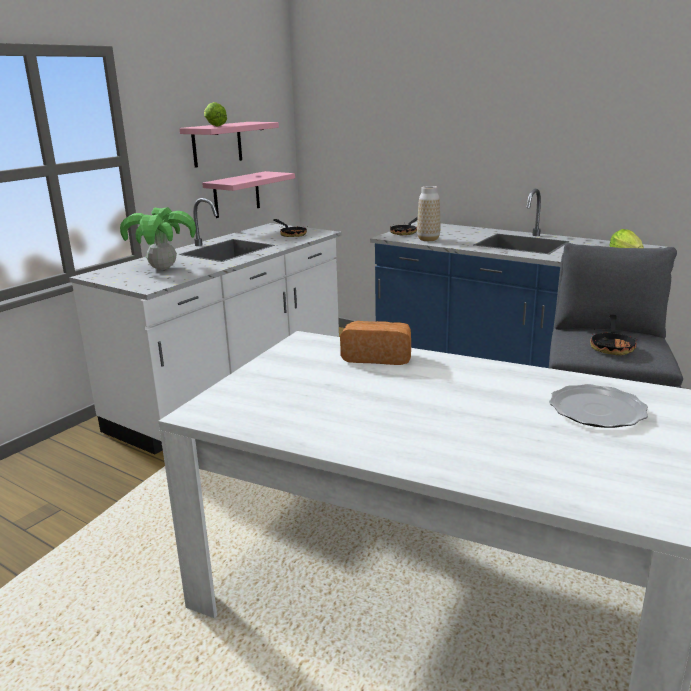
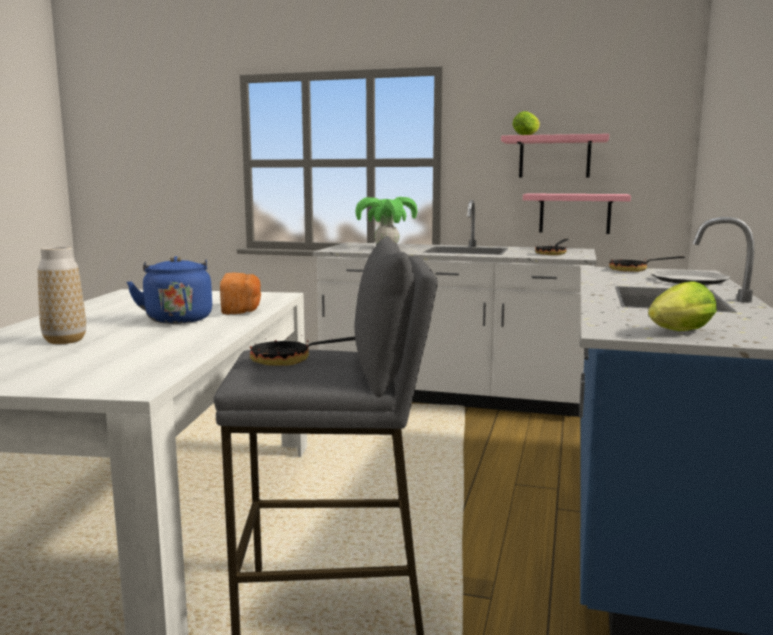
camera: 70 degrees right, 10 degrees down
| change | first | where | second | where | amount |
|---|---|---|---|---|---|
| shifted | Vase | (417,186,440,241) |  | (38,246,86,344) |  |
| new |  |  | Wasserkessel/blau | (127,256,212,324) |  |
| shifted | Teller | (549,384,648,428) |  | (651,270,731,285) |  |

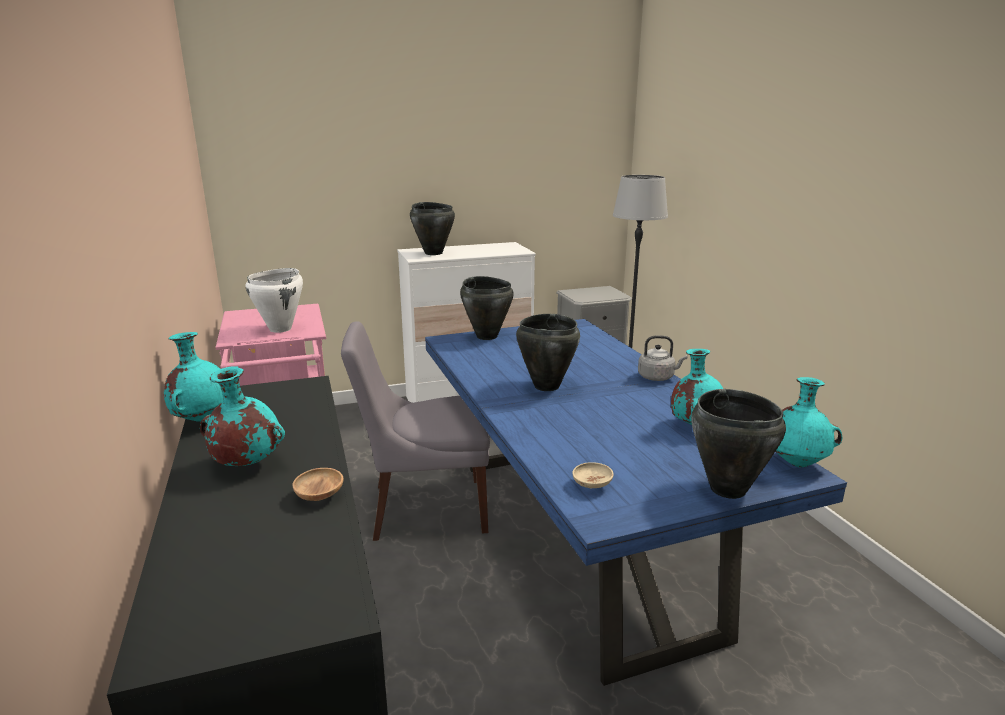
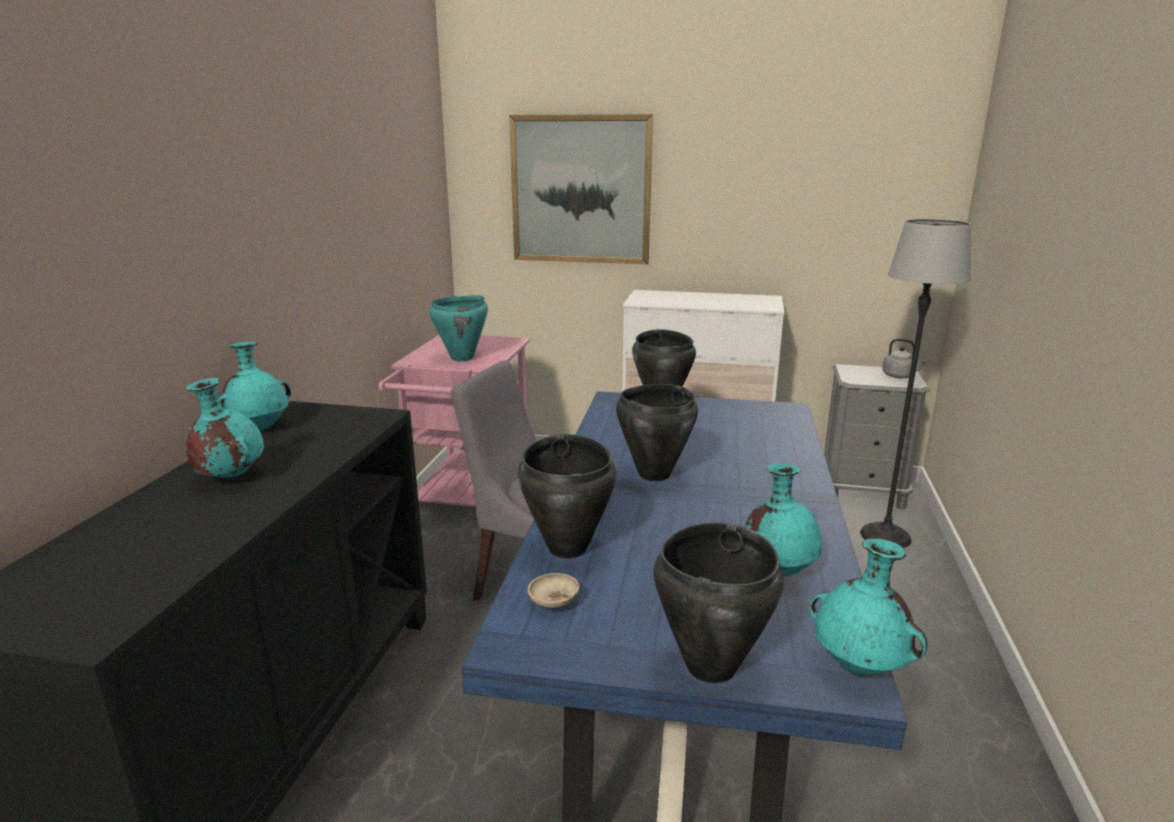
camera: 30 degrees right, 0 degrees up
| change | first | where | second | where | amount |
|---|---|---|---|---|---|
| repainted | Kochtopf/weiß | (246,268,303,333) | Kochtopf/türkis | (429,295,488,361) |  |
| new |  |  | Bild | (509,114,653,264) |  |
| shifted | Kochtopf/schwarz | (410,202,455,255) |  | (518,434,617,559) |  |
| shifted | Wasserkessel/grau | (638,335,687,381) |  | (882,338,927,378) |  |
| gone | Schüssel/braun | (292,468,343,501) |  |  |  |

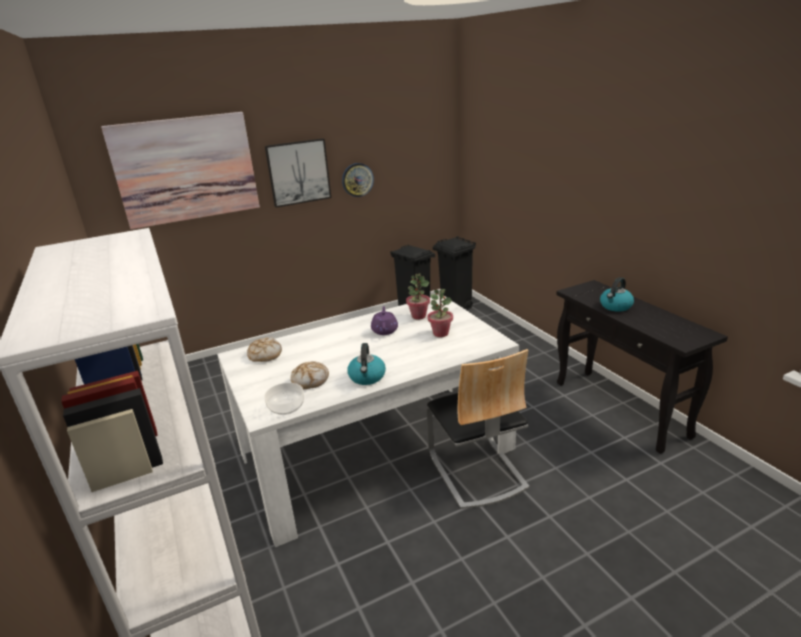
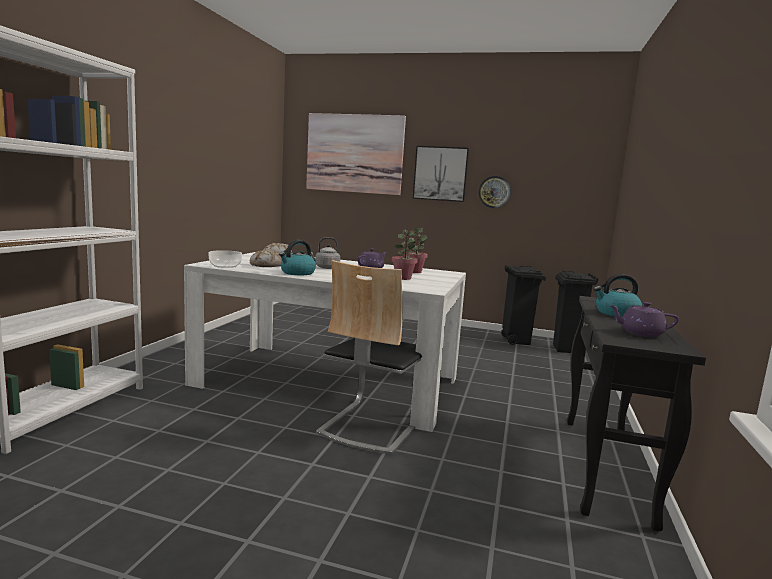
camera: 40 degrees right, 15 degrees down
| change | first | where | second | where | amount |
|---|---|---|---|---|---|
| new |  |  | Wasserkessel/grau | (311,237,340,269) |  |
| new |  |  | Teekanne/lila | (609,302,679,337) |  |

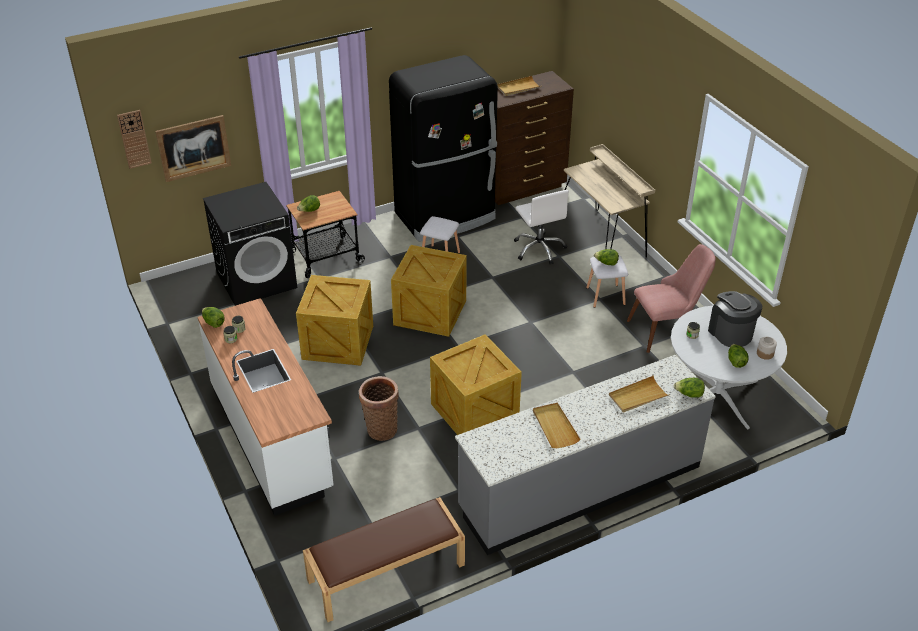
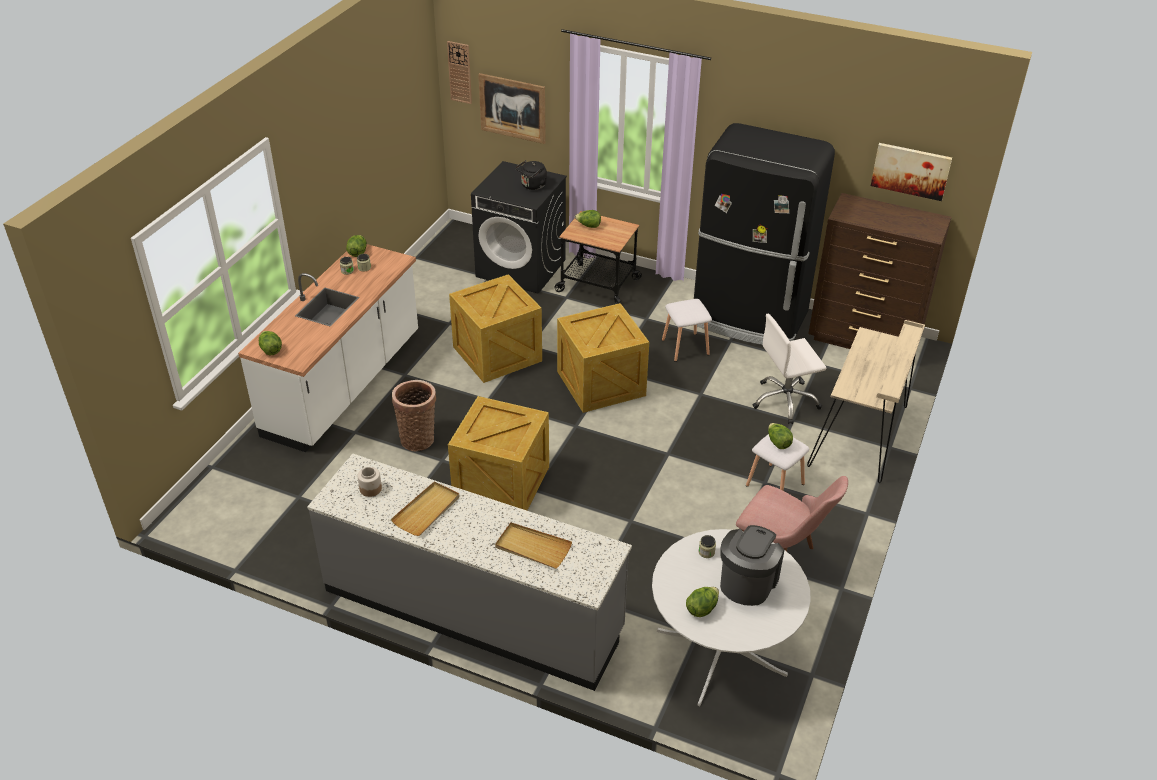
camera: 50 degrees right, 0 degrees up
| change | first | where | second | where | amount |
|---|---|---|---|---|---|
| shifted | Salatkopf | (673,378,705,398) |  | (259,331,282,355) |  |
| shifted | Vorratsglas | (757,337,777,360) |  | (358,467,382,497) |  |
| new |  |  | Wasserkessel/schwarz | (515,160,547,190) |  |
| rotated | Bürostuhl/weiß | (514,190,569,264) |  | (753,314,826,424) | 45 degrees clockwise |
| new |  |  | Bild | (871,143,952,201) |  |
| gone | Bank/braun | (303,497,465,622) |  |  |  |
| gone | Tablett/beige | (497,76,542,96) |  |  |  |

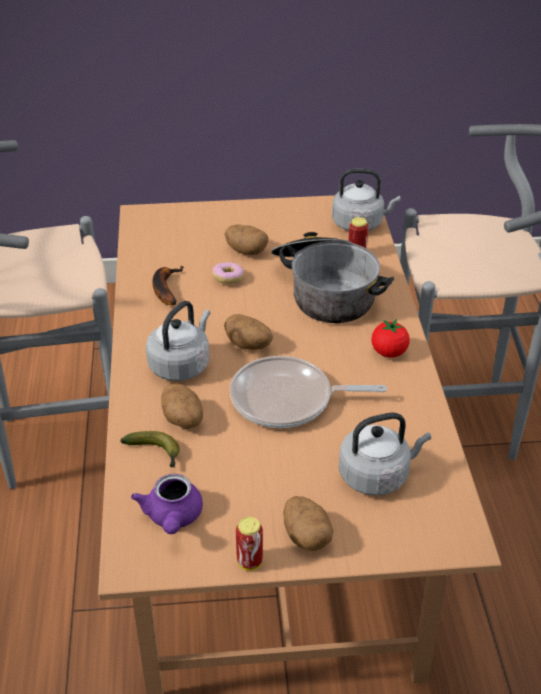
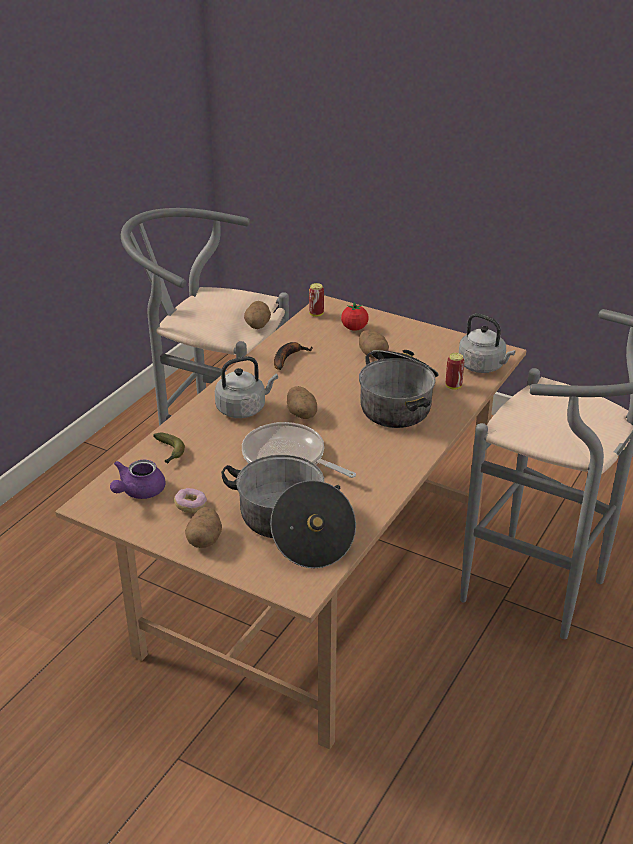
camera: 35 degrees right, 5 degrees down
| change | first | where | second | where | amount |
|---|---|---|---|---|---|
| shifted | Donut | (212,262,244,284) |  | (174,488,207,513) |  |
| swapped | Wasserkessel/grau | (339,412,431,496) | Kochtopf | (221,455,356,568) |  |
| shifted | Kartoffel | (161,383,203,429) |  | (244,301,271,329) |  |
| shifted | Dose | (236,517,263,571) |  | (309,283,324,317) |  |
| shifted | Tomate | (372,319,410,358) |  | (341,302,369,331) |  |

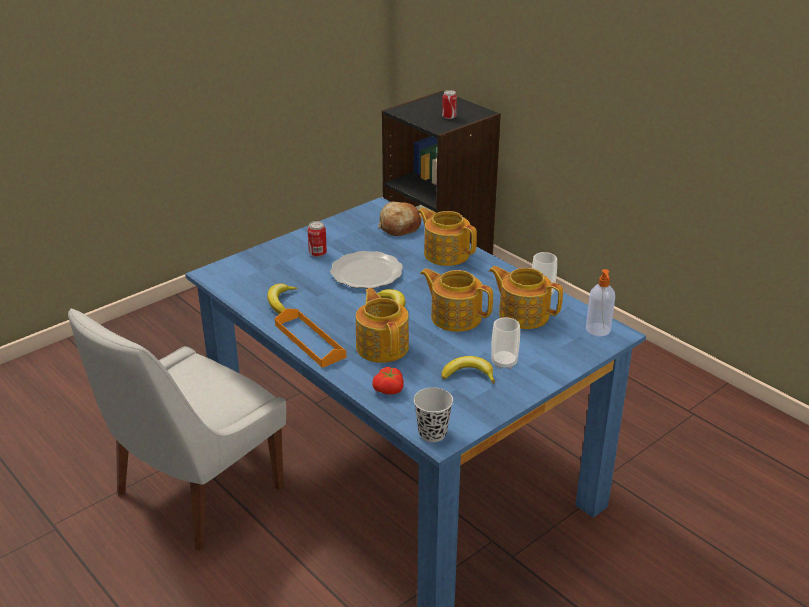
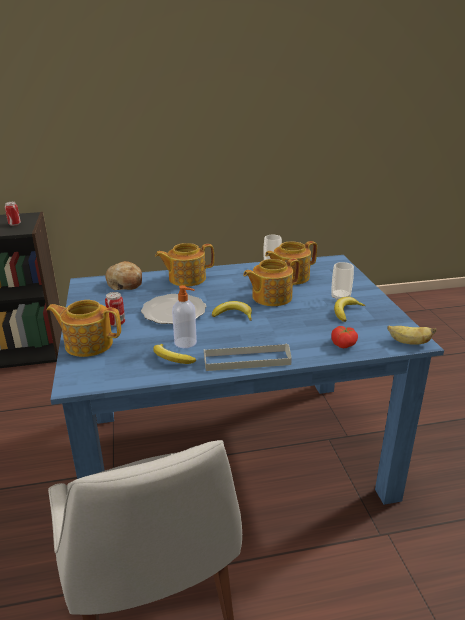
camera: 60 degrees left, 5 degrees down
| change | first | where | second | where | amount |
|---|---|---|---|---|---|
| shifted | Teekanne | (356,288,409,363) |  | (47,300,121,357) |  |
| shifted | Seifenspender | (586,269,615,337) |  | (172,285,197,348) |  |
| repainted | Tablett/orange | (275,308,347,368) | Tablett/grau | (204,343,292,371) |  |
| swapped | Tasse/schwarz | (414,388,453,442) | Banane | (387,325,436,345) |  |

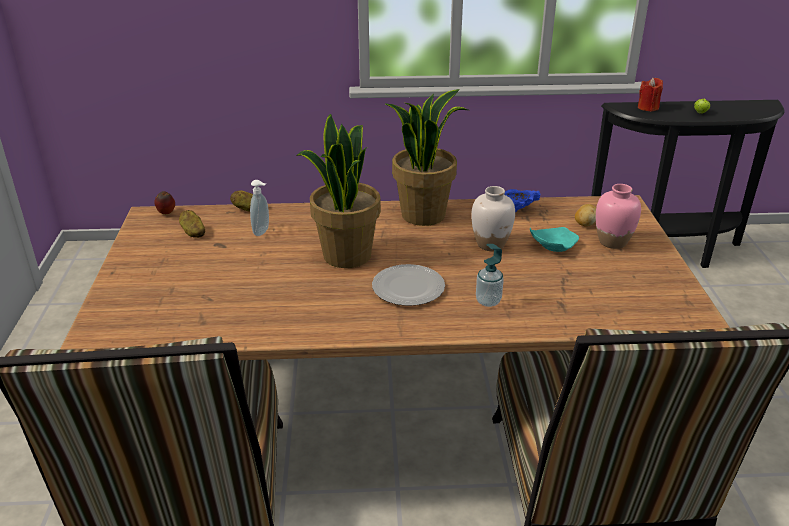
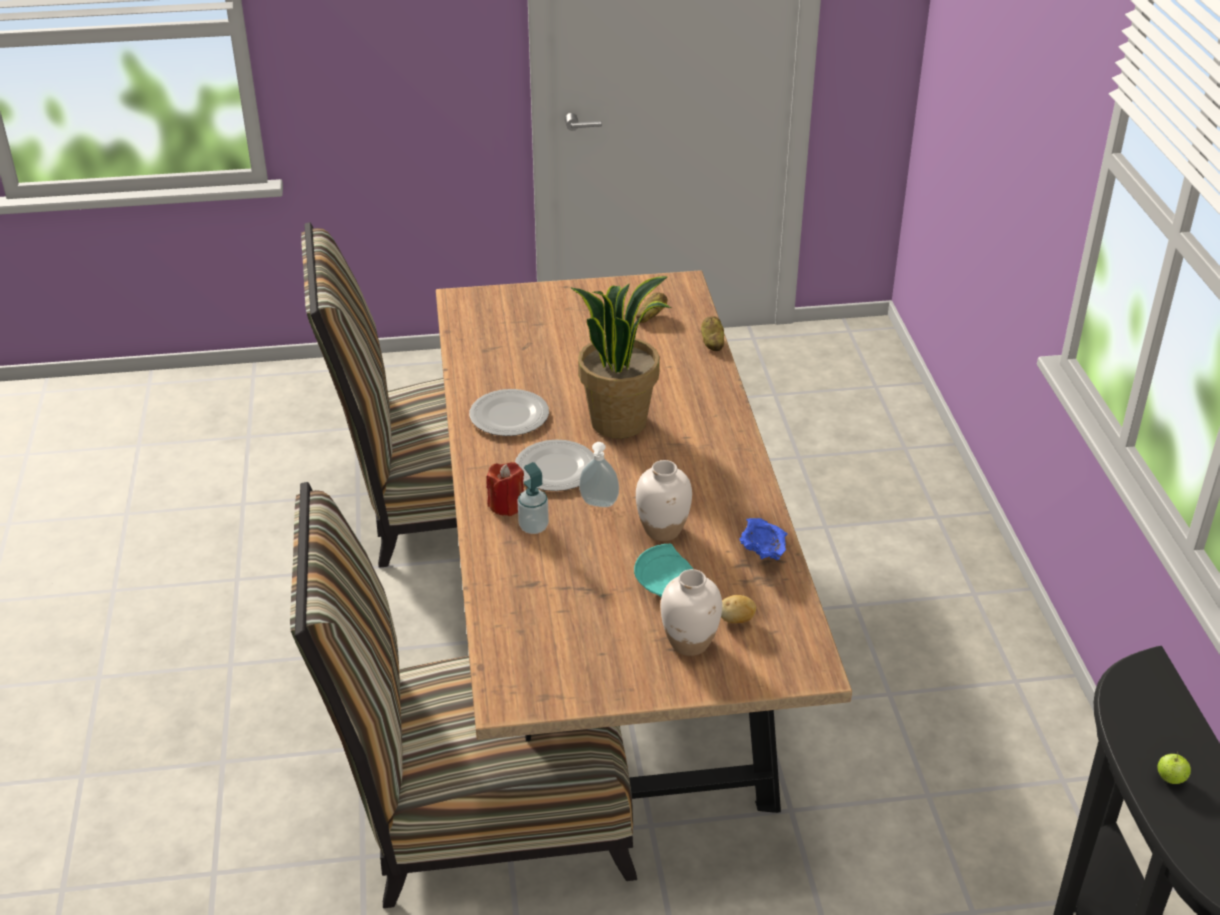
camera: 85 degrees right, 5 degrees up
| change | first | where | second | where | amount |
|---|---|---|---|---|---|
| new |  |  | Teller | (470,389,549,436) |  |
| shifted | Kerze/rot | (638,78,663,112) |  | (486,462,524,516) |  |
| shifted | Seifenspender | (250,180,269,236) |  | (579,442,619,507) |  |
| repainted | Vase/rosa | (596,184,641,249) | Vase/weiß | (661,569,722,656) |  |
| gone | Apfel | (154,191,175,214) |  |  |  |
| gone | Topfpflanze | (384,89,468,226) |  |  |  |

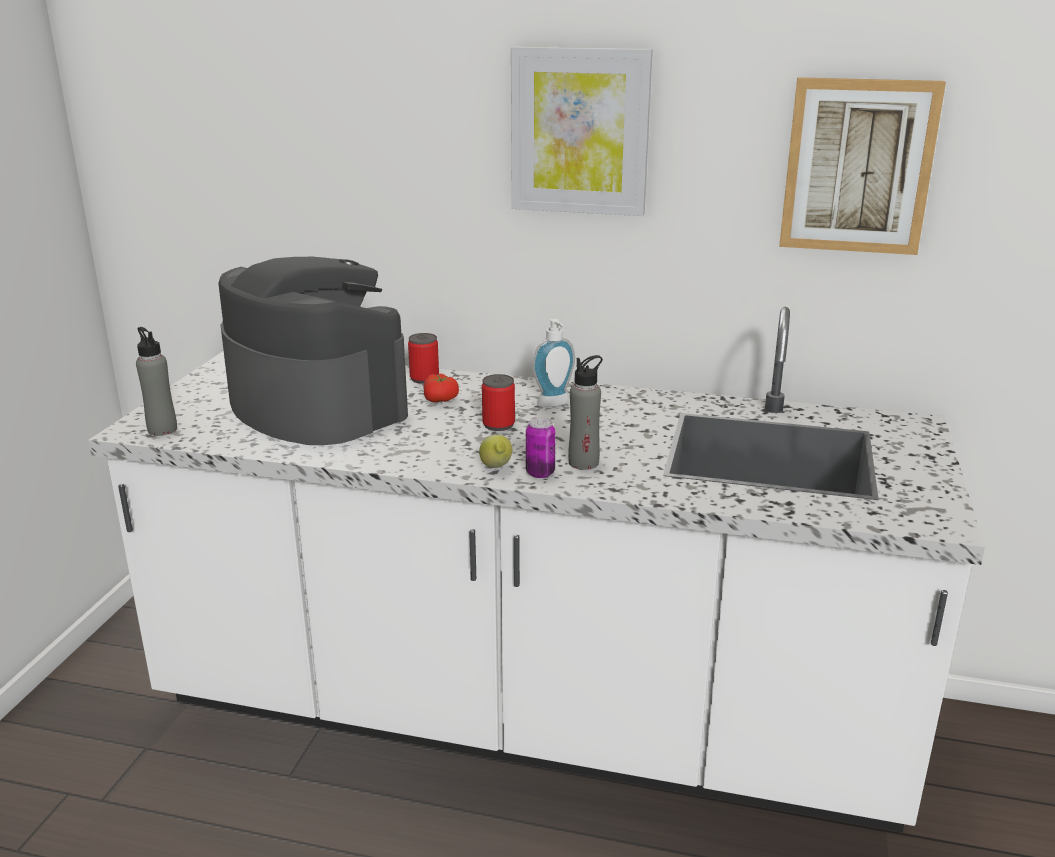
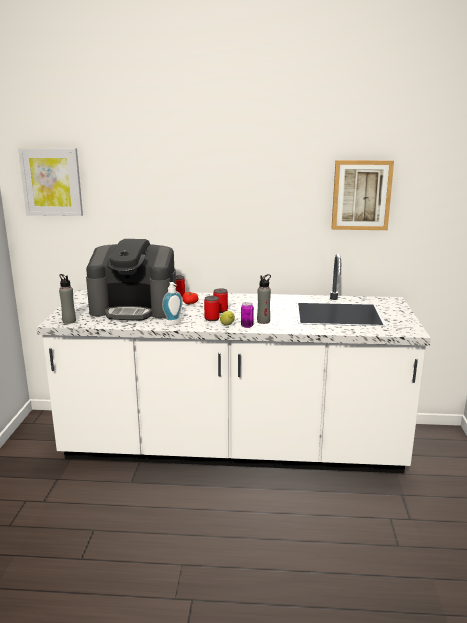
camera: 10 degrees left, 5 degrees down
| change | first | where | second | where | amount |
|---|---|---|---|---|---|
| shifted | Bild | (511,46,653,216) |  | (18,148,83,216) |  |
| rotated | Kaffeemaschine | (218,257,408,445) |  | (86,239,176,320) | 150 degrees clockwise |
| shifted | Seifenspender | (533,319,575,407) |  | (162,282,183,326) |  |
| new |  |  | Dose | (204,296,219,321) |  |

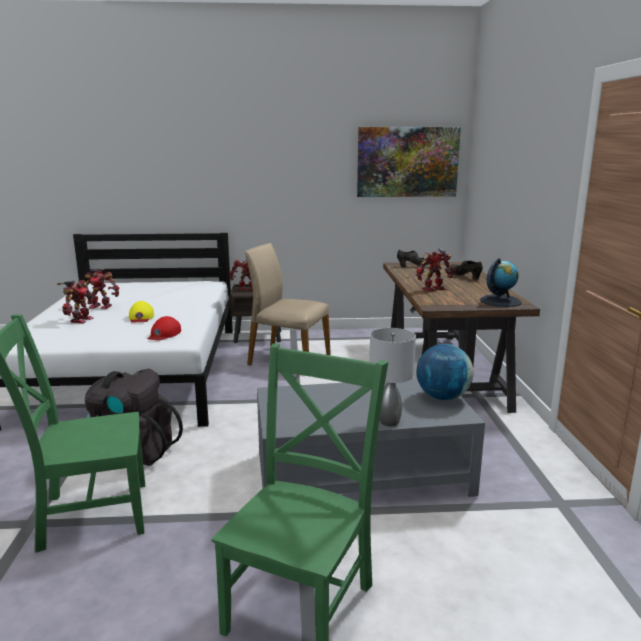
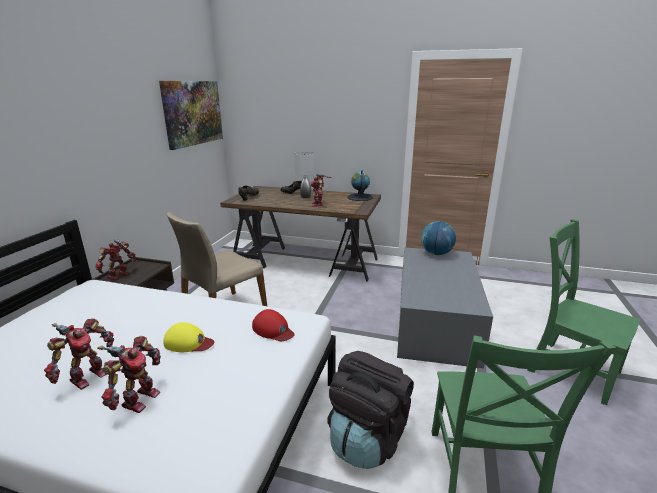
camera: 70 degrees left, 5 degrees up
| change | first | where | second | where | amount |
|---|---|---|---|---|---|
| rotated | Spielzeugroboter | (57,280,94,324) |  | (97,336,161,413) | 75 degrees clockwise |
| shifted | Tischlampe/grau | (369,328,416,426) |  | (294,152,316,198) |  |

